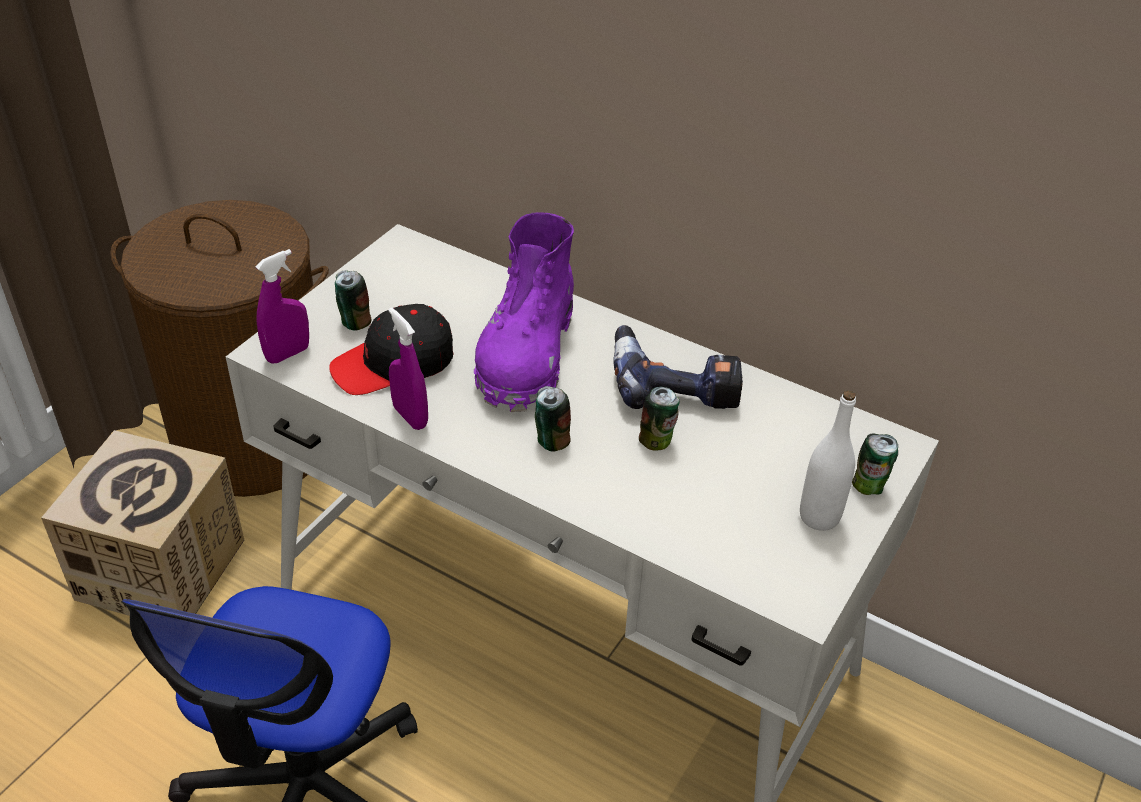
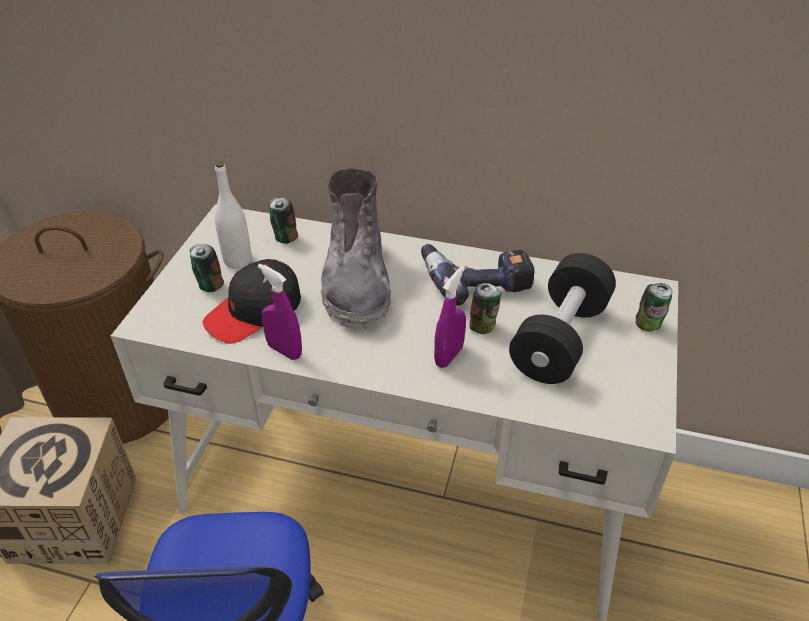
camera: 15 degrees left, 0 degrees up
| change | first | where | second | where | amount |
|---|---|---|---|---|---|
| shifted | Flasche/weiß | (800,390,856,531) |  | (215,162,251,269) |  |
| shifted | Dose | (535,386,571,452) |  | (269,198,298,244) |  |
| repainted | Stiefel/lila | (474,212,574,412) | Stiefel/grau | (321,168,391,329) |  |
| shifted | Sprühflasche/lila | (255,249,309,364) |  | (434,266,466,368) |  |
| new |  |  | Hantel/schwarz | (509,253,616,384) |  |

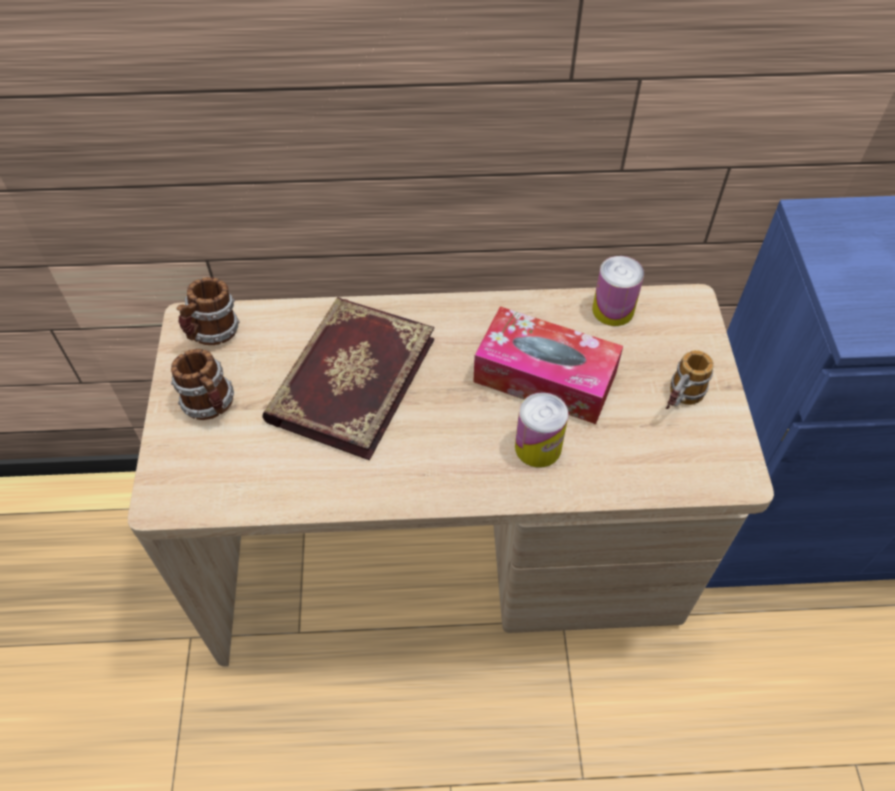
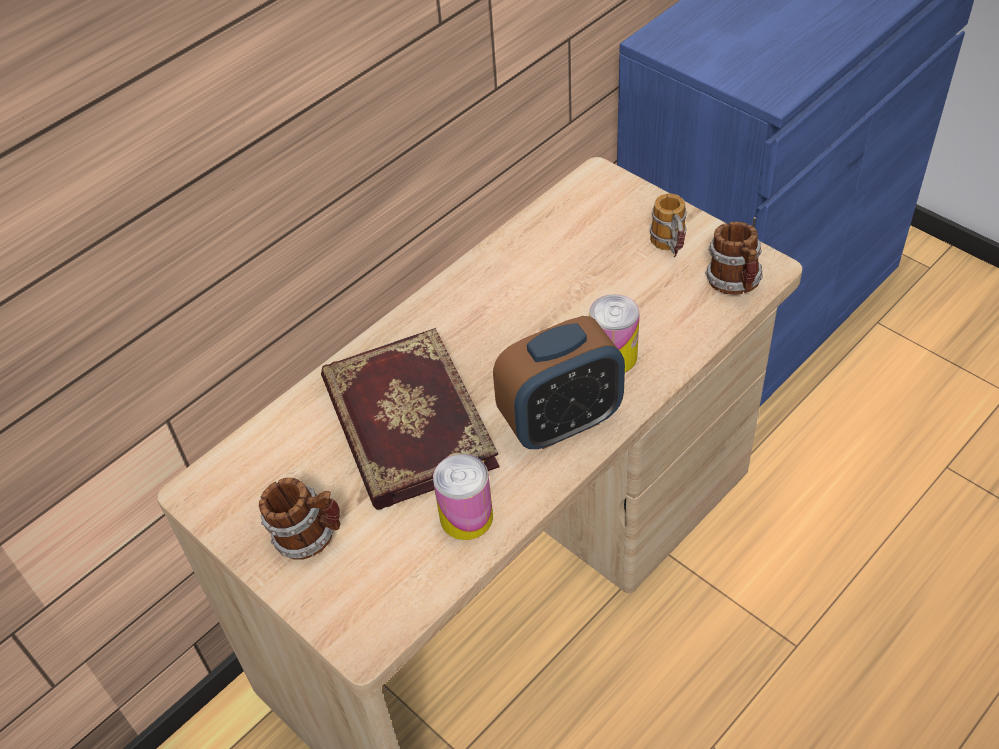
camera: 40 degrees left, 5 degrees down
| change | first | where | second | where | amount |
|---|---|---|---|---|---|
| shifted | Dose | (592,256,644,326) |  | (433,454,493,540) |  |
| new |  |  | Wecker | (493,316,625,449) |  |
| shifted | Henkelbecher | (176,277,240,345) |  | (705,222,763,295) |  |
| gone | Taschentuchbox | (473,307,623,424) |  |  |  |

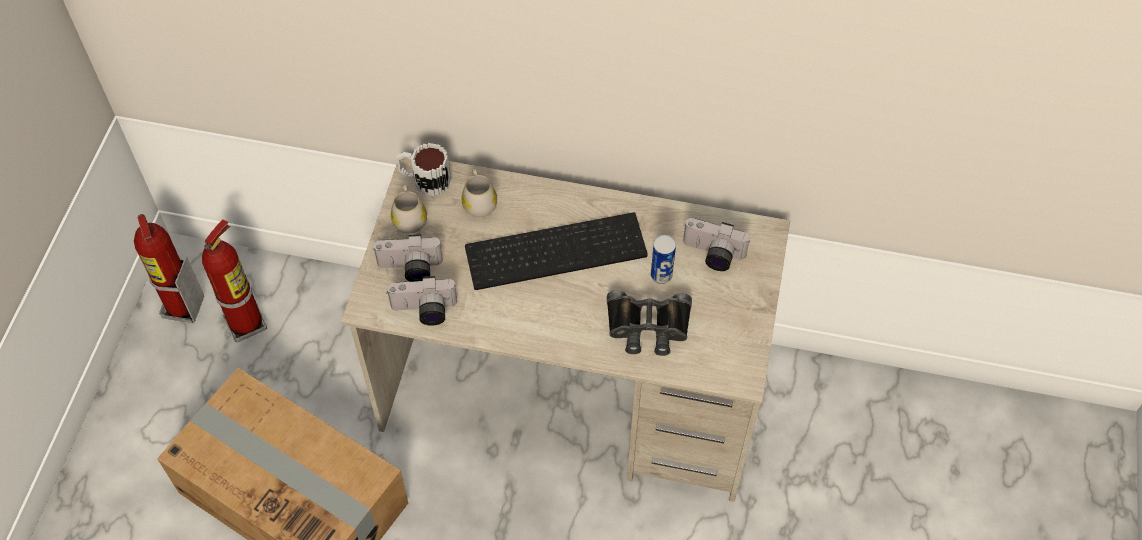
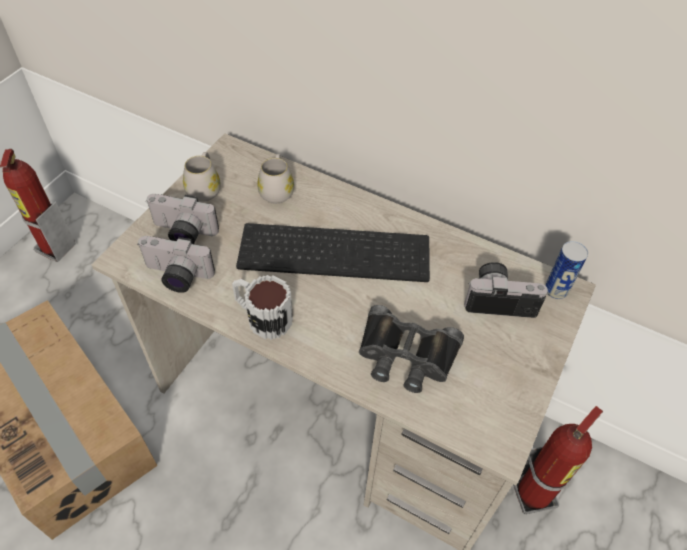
camera: 15 degrees right, 5 degrees down
| change | first | where | second | where | amount |
|---|---|---|---|---|---|
| shifted | Henkelbecher | (397,143,451,196) |  | (232,275,293,340) |  |
| rotated | Kamera | (683,218,750,271) |  | (464,262,548,318) | 150 degrees clockwise |
| shifted | Feuerlöscher | (202,219,267,342) |  | (513,406,603,514) |  |
| shifted | Dose | (651,235,676,284) |  | (545,241,588,299) |  |

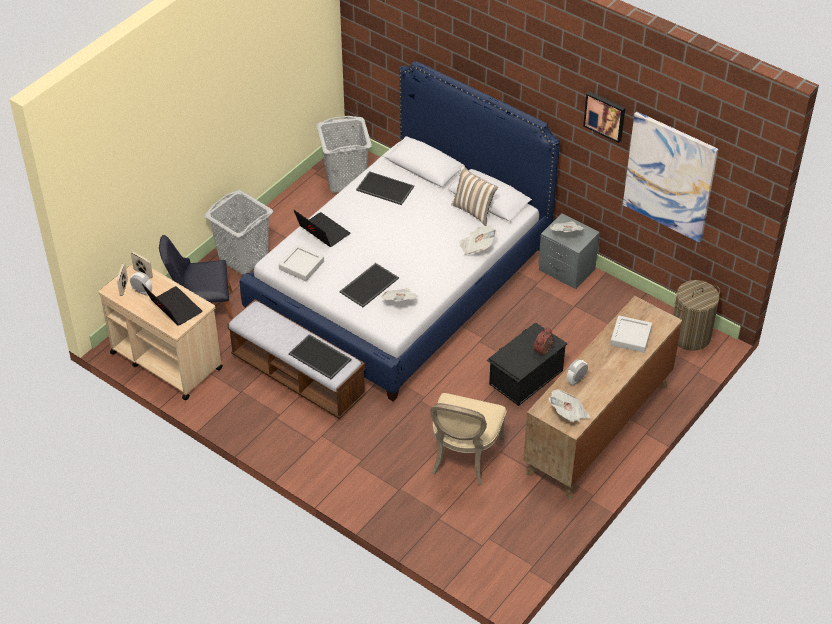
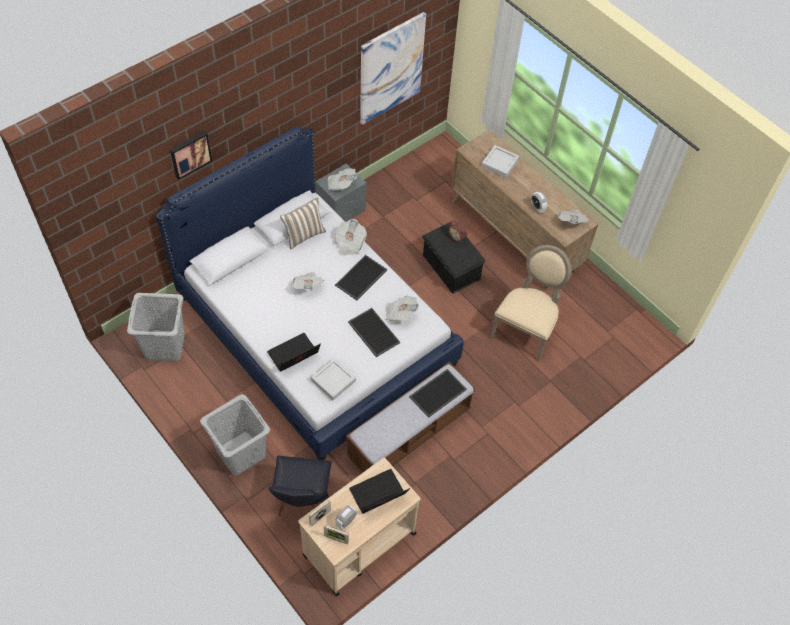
camera: 80 degrees left, 10 degrees up
| change | first | where | second | where | amount |
|---|---|---|---|---|---|
| shifted | Bild | (583,91,625,143) |  | (170,131,212,180) |  |
| new |  |  | Zeitung | (291,272,324,290) |  |
| shifted | Tablett | (356,171,414,205) |  | (335,255,387,300) |  |
| rotated | Stuhl/beige | (430,393,507,485) |  | (490,245,572,362) | 90 degrees counterclockwise |
| gone | Wäschekorb | (673,280,720,351) |  |  |  |

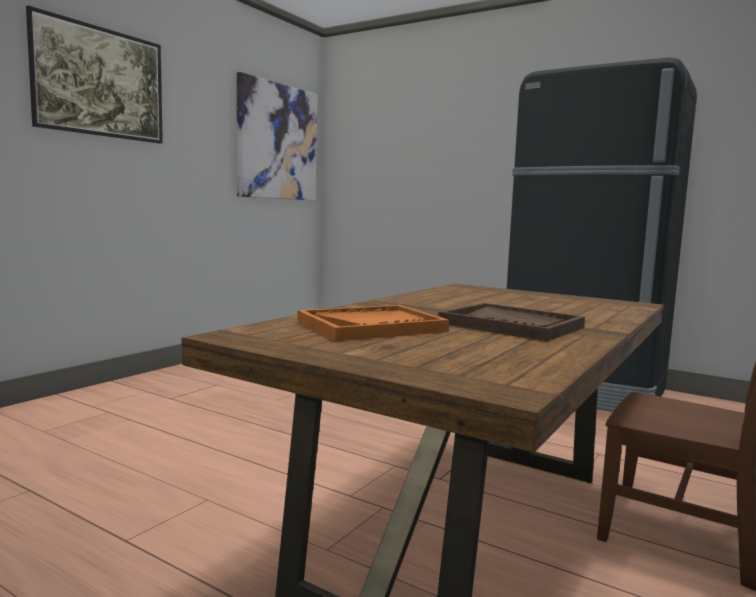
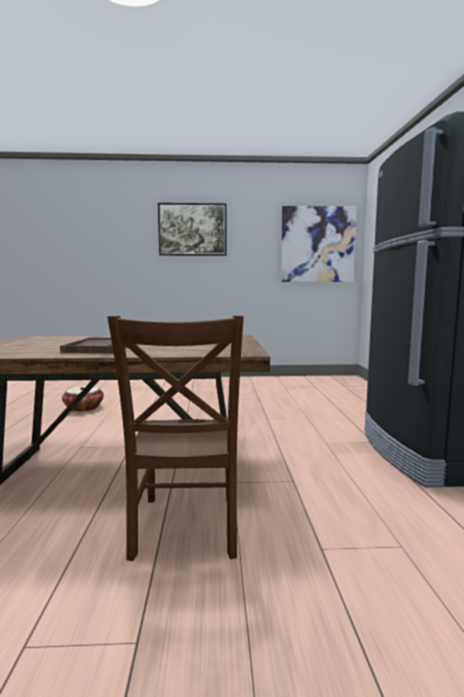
camera: 55 degrees right, 0 degrees up
| change | first | where | second | where | amount |
|---|---|---|---|---|---|
| new |  |  | Korb | (62,386,104,412) |  |
| gone | Tablett/orange | (297,305,449,341) |  |  |  |

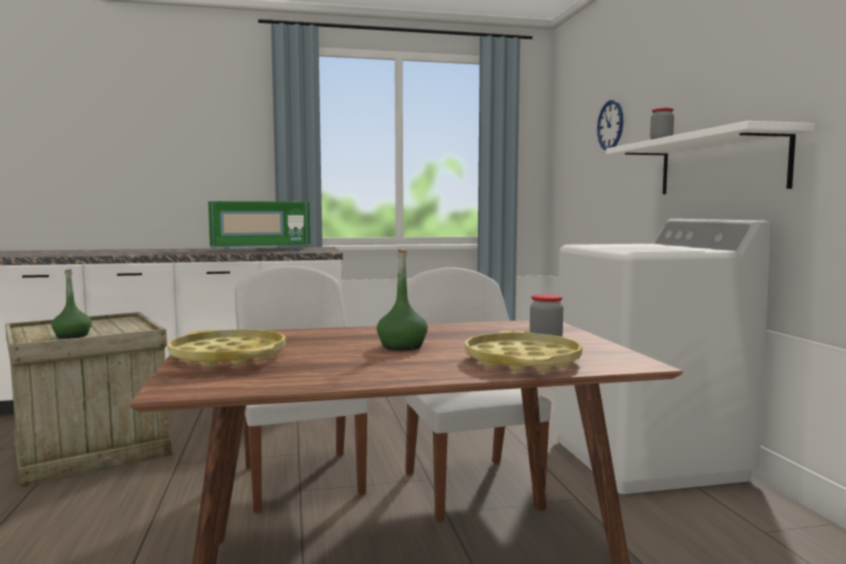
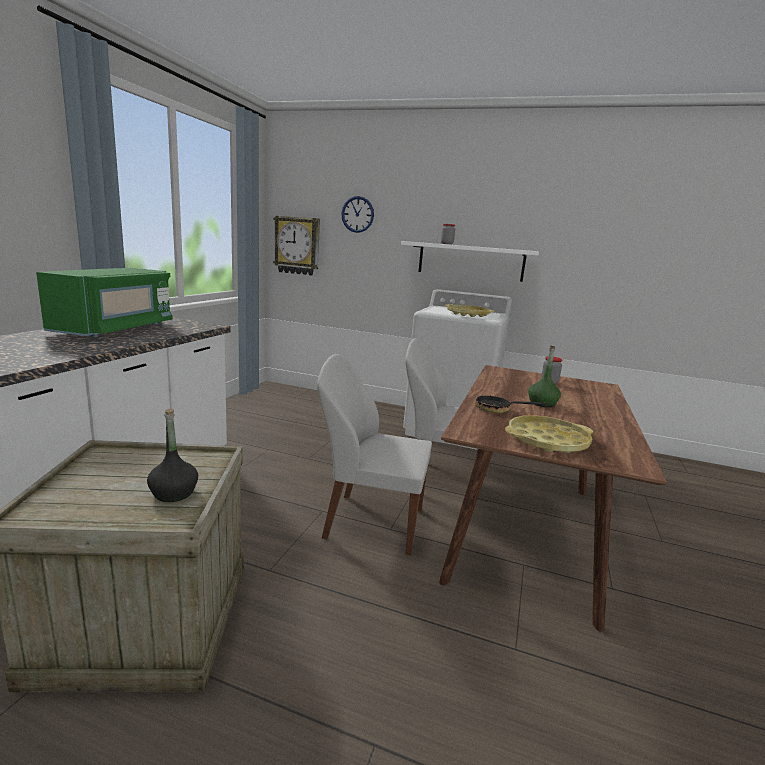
camera: 60 degrees left, 10 degrees up
| change | first | where | second | where | amount |
|---|---|---|---|---|---|
| repainted | Flasche/grün | (51,269,92,339) | Flasche/schwarz | (147,409,198,502) |  |
| new |  |  | Wanduhr | (273,216,320,276) |  |
| shifted | Tablett/gelb | (465,330,582,371) |  | (445,304,495,317) |  |
| new |  |  | Pfanne | (475,395,547,413) |  |

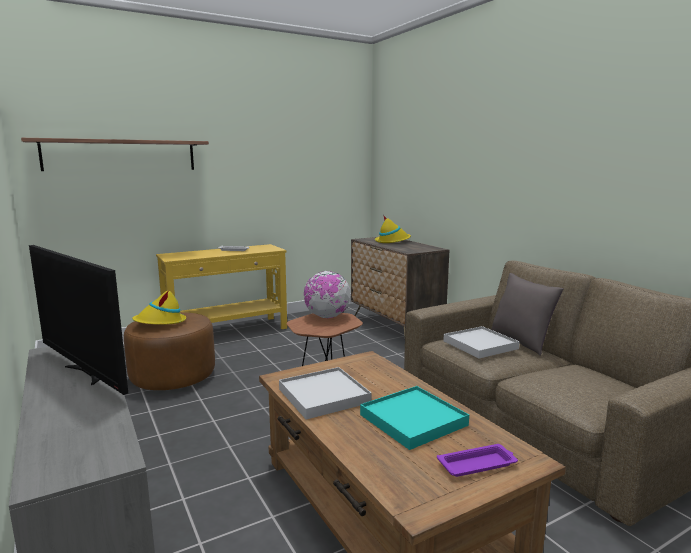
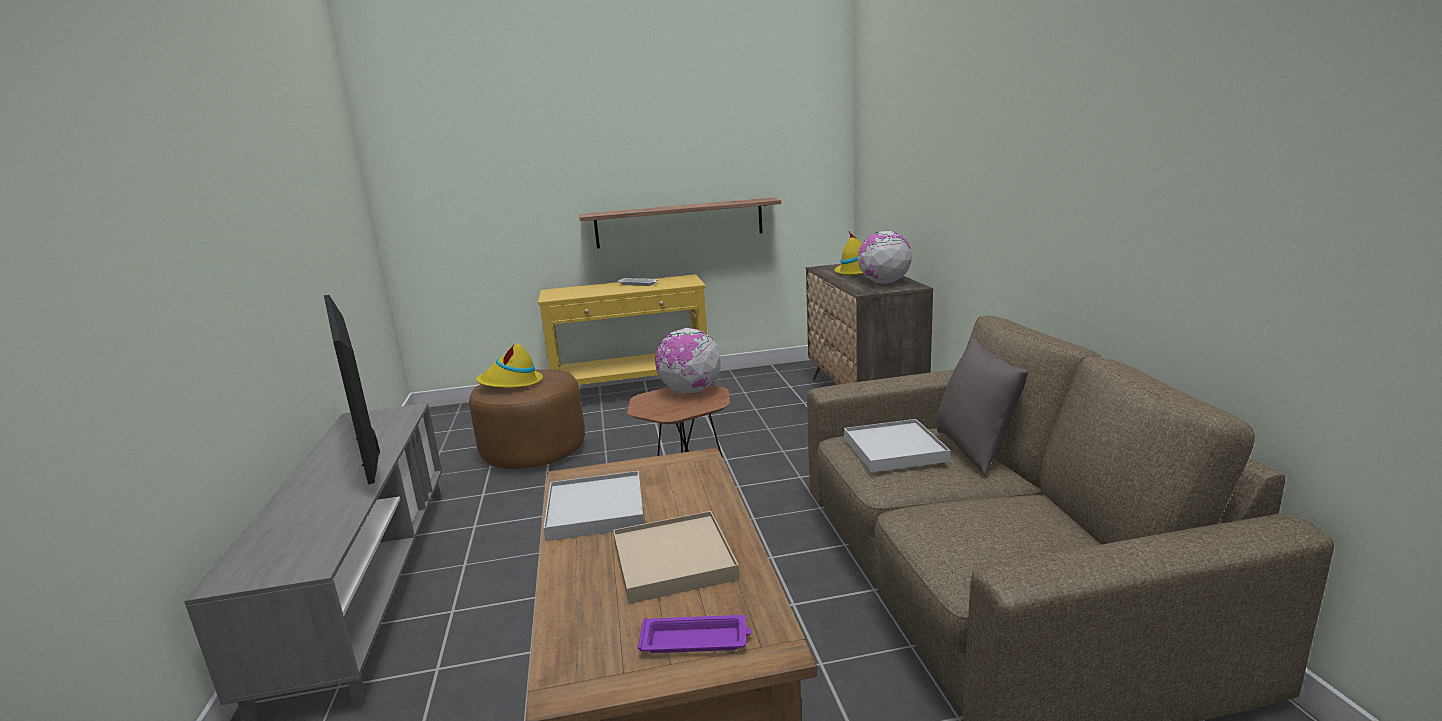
camera: 20 degrees right, 5 degrees up
| change | first | where | second | where | amount |
|---|---|---|---|---|---|
| shifted | Wandregal | (21,138,209,171) |  | (579,198,781,249) |  |
| repainted | Tablett/türkis | (360,386,469,450) | Tablett/beige | (613,511,740,604) |  |
| new |  |  | Globus | (858,231,912,284) |  |

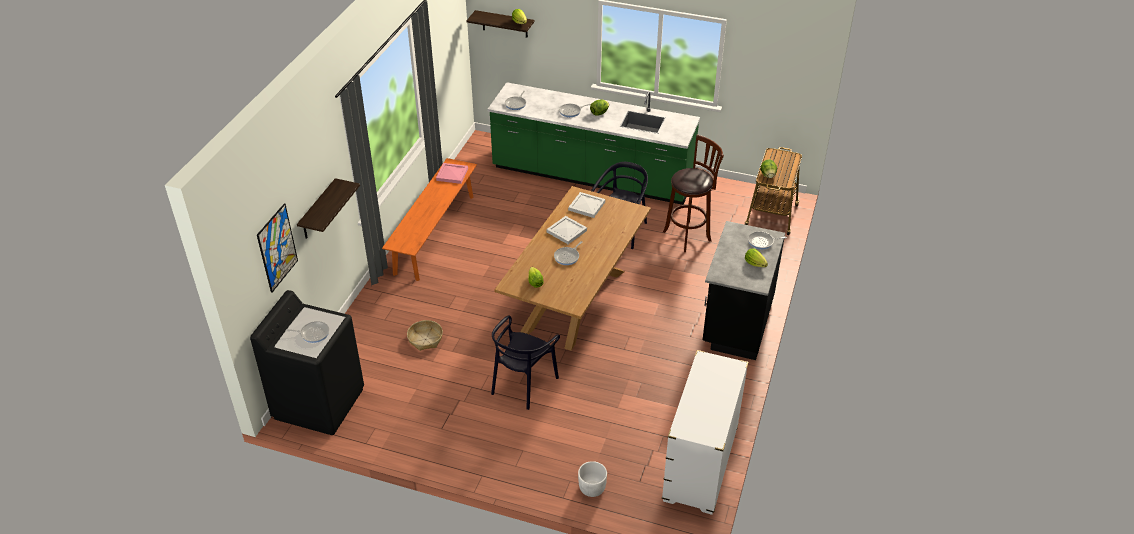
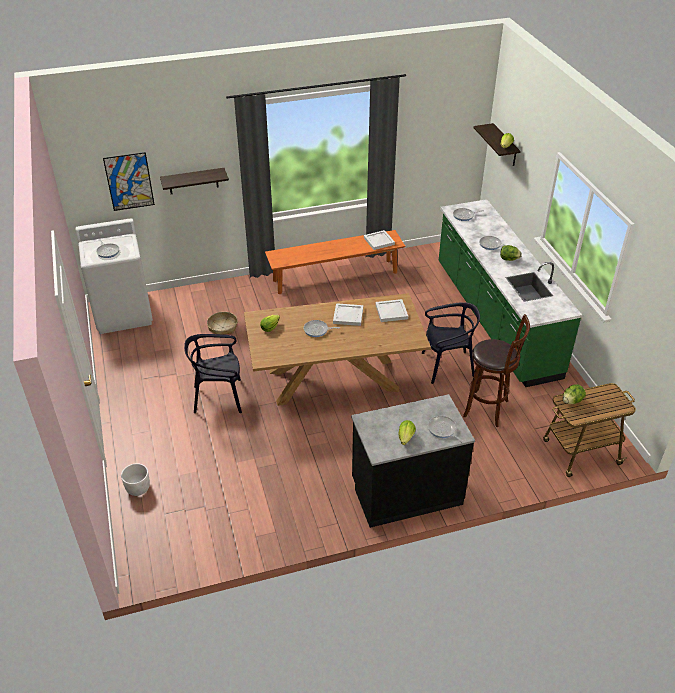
camera: 55 degrees right, 0 degrees up
| change | first | where | second | where | amount |
|---|---|---|---|---|---|
| repainted | Waschmaschine/schwarz | (250,290,364,435) | Waschmaschine/weiß | (75,218,153,334) |  |
| repainted | Tablett/rosa | (436,163,468,184) | Tablett/weiß | (364,230,395,250) |  |
| gone | Kommode/weiß | (662,350,748,515) |  |  |  |

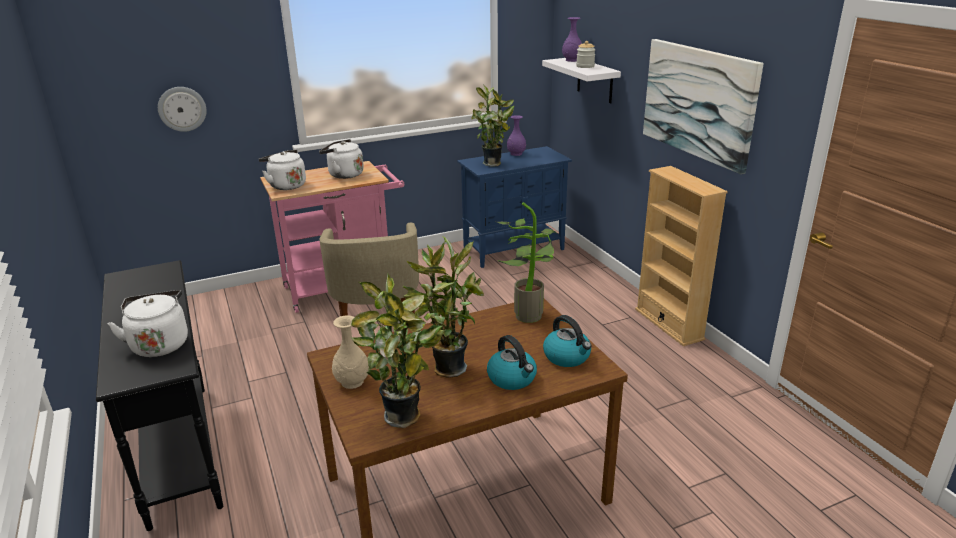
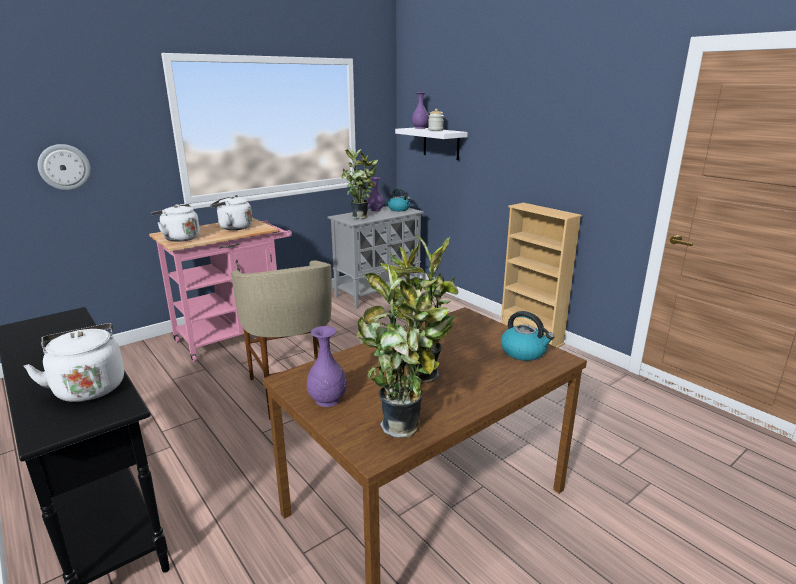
camera: 15 degrees left, 5 degrees down
| change | first | where | second | where | amount |
|---|---|---|---|---|---|
| repainted | Vase/beige | (332,315,369,389) | Vase/lila | (307,326,347,407) |  |
| repainted | Schrank/blau | (457,146,572,268) | Schrank/grau | (328,206,424,309) |  |
| shifted | Wasserkessel | (487,335,537,390) |  | (388,188,411,211) |  |
| gone | Topfpflanze | (497,202,557,323) |  |  |  |
| gone | Bild | (643,39,764,174) |  |  |  |

